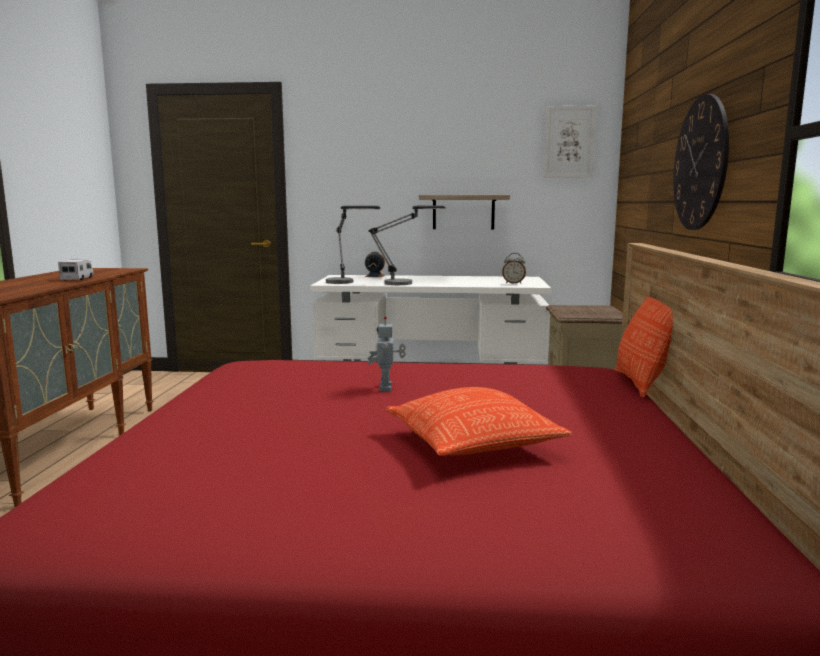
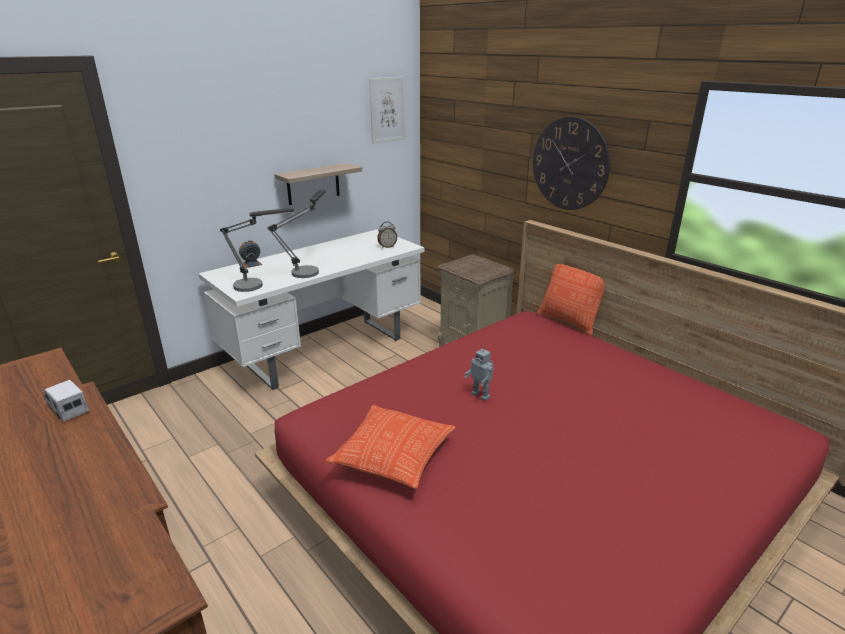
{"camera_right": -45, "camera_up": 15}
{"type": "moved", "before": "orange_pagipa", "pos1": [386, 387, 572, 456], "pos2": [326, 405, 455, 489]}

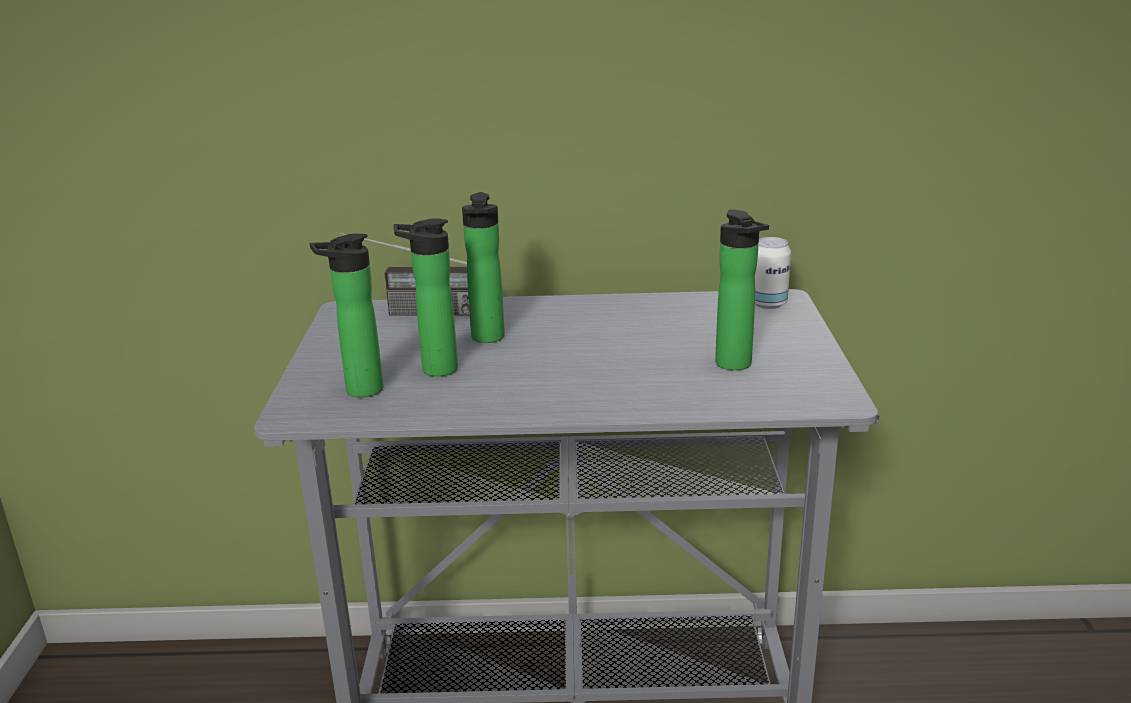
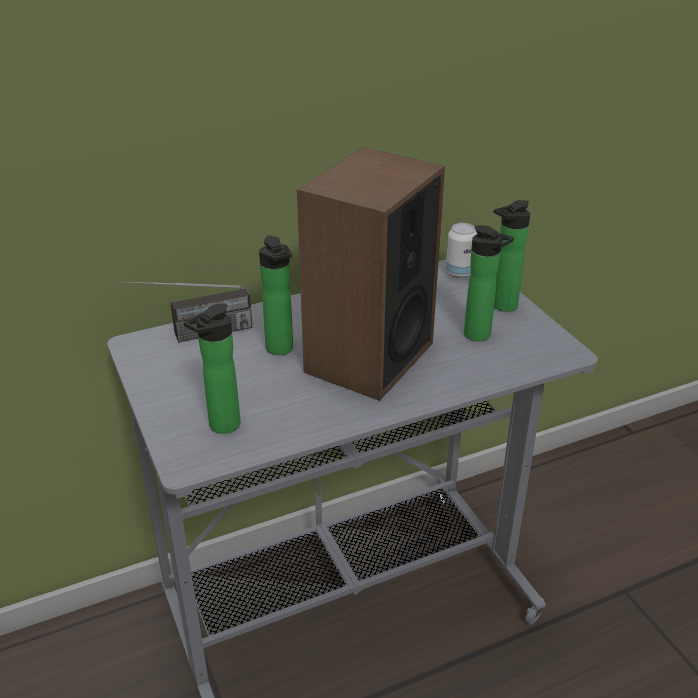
{"camera_right": -25, "camera_up": 10}
{"type": "moved", "before": "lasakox", "pos1": [393, 218, 458, 377], "pos2": [494, 200, 530, 312]}
{"type": "added", "after": "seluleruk", "pos2": [297, 147, 445, 401]}

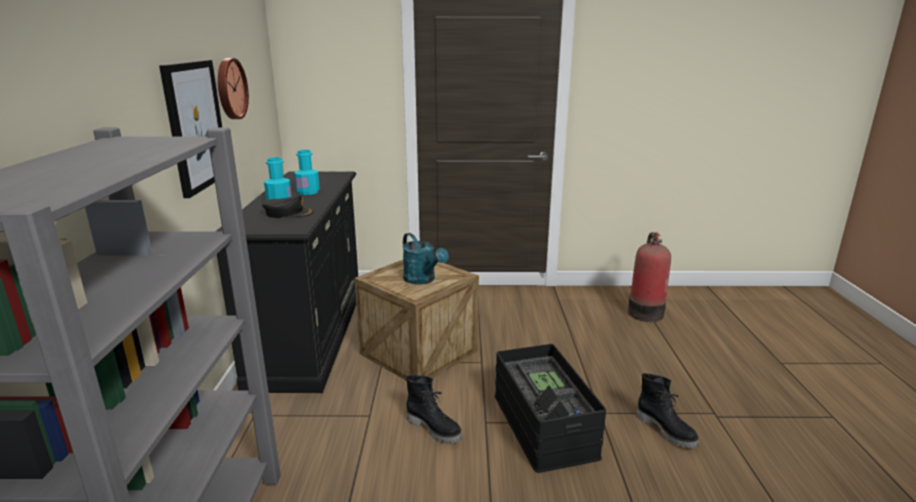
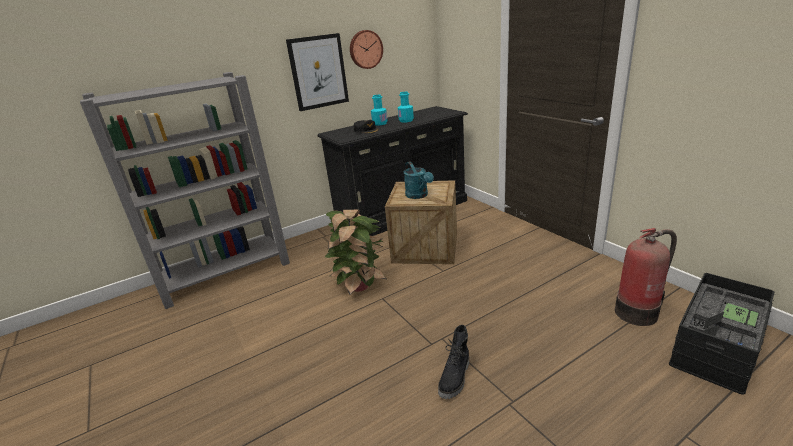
{"camera_right": 60, "camera_up": 5}
{"type": "turned", "before": "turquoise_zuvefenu", "pos1": [403, 233, 449, 285], "pos2": [404, 161, 434, 199], "turn": -45}
{"type": "replaced", "before": "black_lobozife", "after": "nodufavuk", "pos1": [406, 375, 462, 443], "pos2": [324, 210, 386, 295]}
{"type": "moved", "before": "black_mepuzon", "pos1": [495, 344, 606, 473], "pos2": [669, 273, 775, 395]}

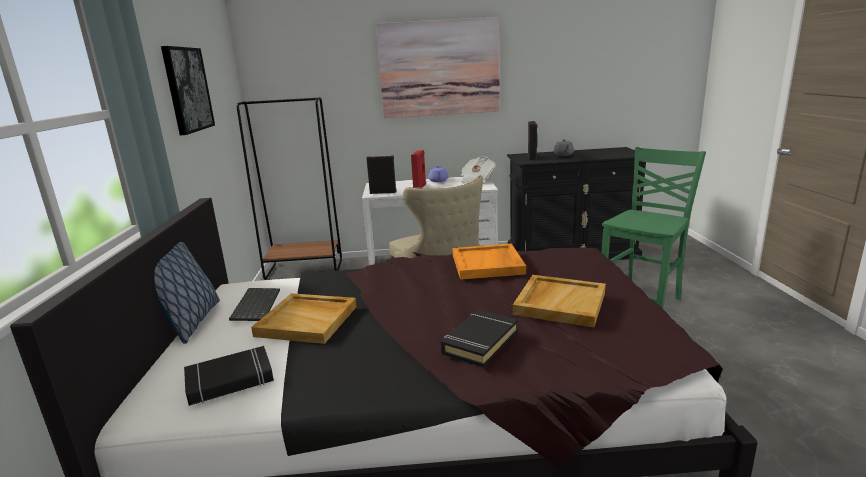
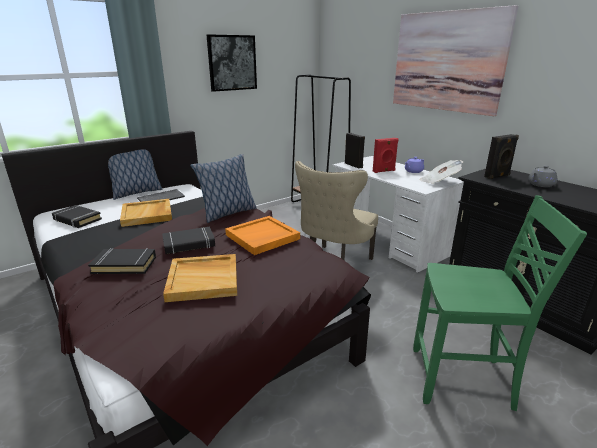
{"camera_right": 55, "camera_up": 5}
{"type": "added", "after": "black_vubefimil", "pos2": [162, 226, 215, 254]}
{"type": "added", "after": "pagipa", "pos2": [190, 154, 256, 223]}

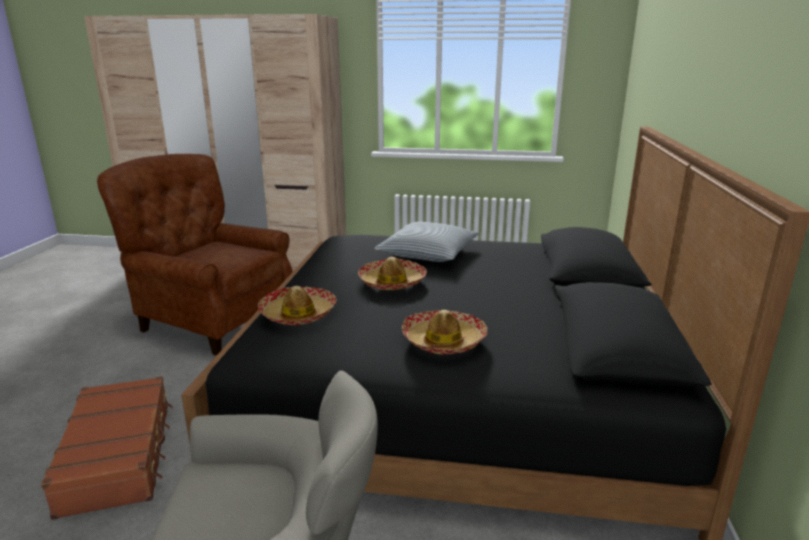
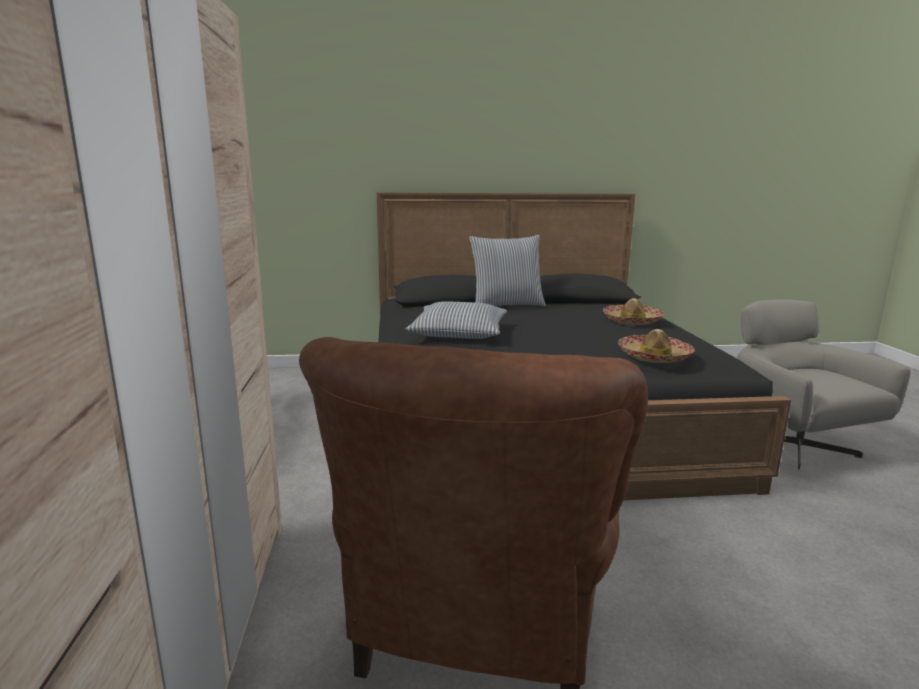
{"camera_right": -105, "camera_up": -5}
{"type": "removed", "before": "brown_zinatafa", "pos1": [41, 376, 173, 520]}
{"type": "removed", "before": "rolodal", "pos1": [358, 257, 427, 290]}
{"type": "added", "after": "pagipa", "pos2": [469, 235, 546, 306]}

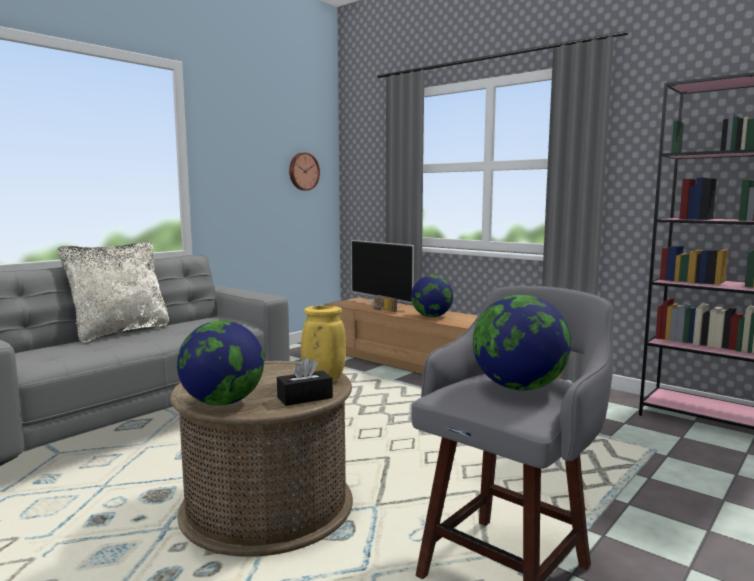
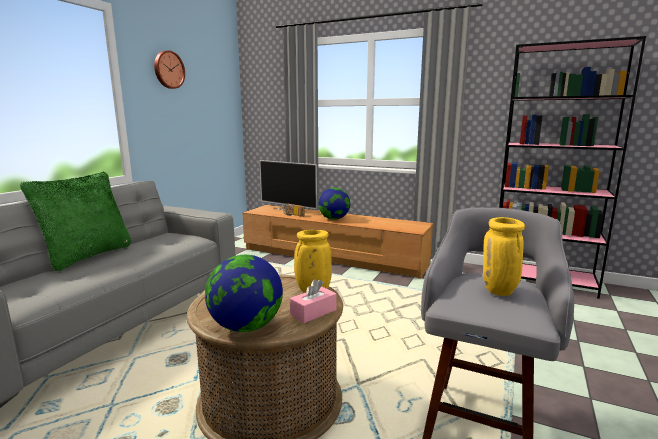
{"camera_right": -15, "camera_up": 5}
{"type": "recoloured", "before": "beige_pagipa", "after": "green_pagipa", "pos1": [57, 241, 169, 343], "pos2": [20, 172, 131, 272]}
{"type": "recoloured", "before": "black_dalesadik", "after": "pink_dalesadik", "pos1": [277, 357, 333, 406], "pos2": [290, 279, 336, 323]}
{"type": "moved", "before": "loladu", "pos1": [289, 152, 320, 191], "pos2": [154, 51, 185, 89]}
{"type": "replaced", "before": "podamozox", "after": "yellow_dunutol", "pos1": [473, 295, 571, 391], "pos2": [483, 217, 525, 296]}

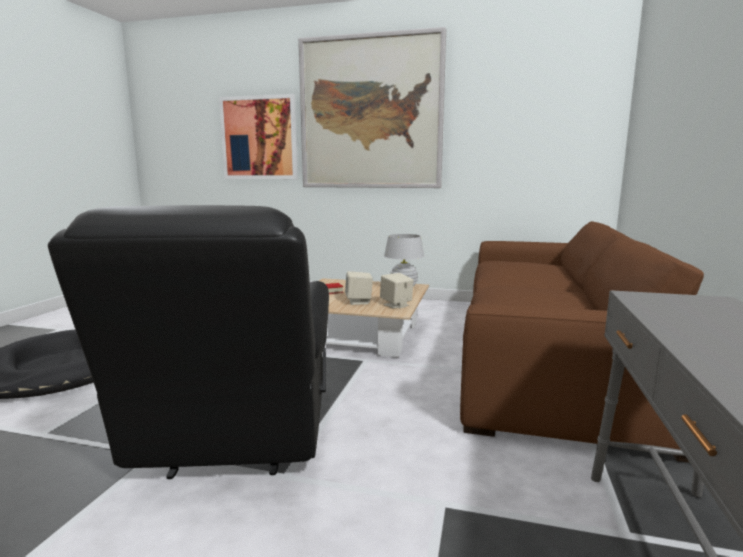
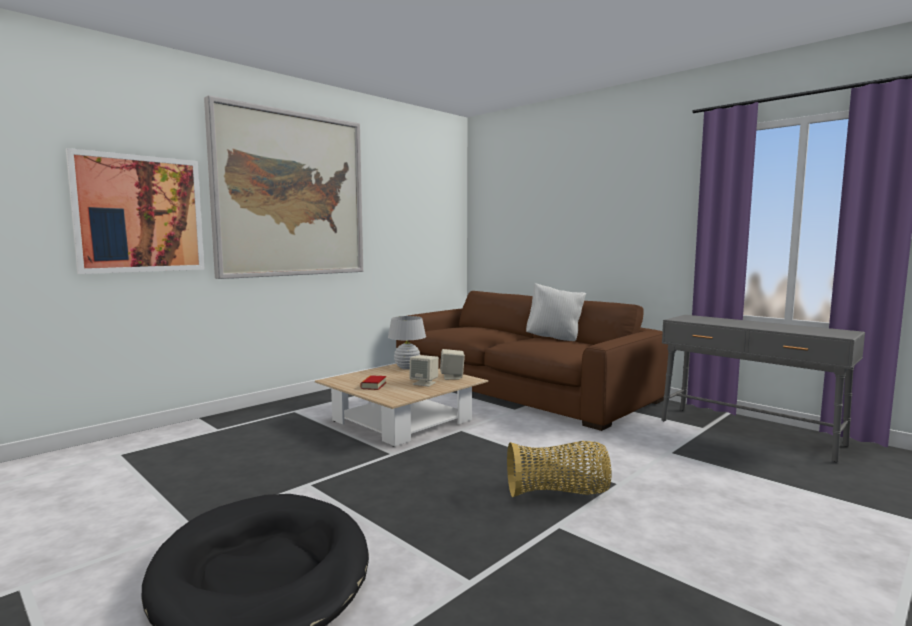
{"camera_right": -60, "camera_up": -5}
{"type": "replaced", "before": "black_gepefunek", "after": "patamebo", "pos1": [48, 205, 329, 479], "pos2": [507, 441, 611, 497]}
{"type": "added", "after": "white_pagipa", "pos2": [526, 283, 586, 341]}

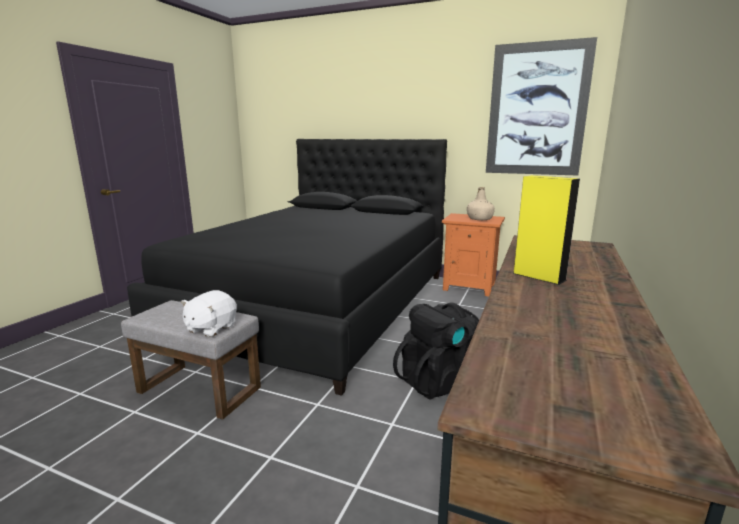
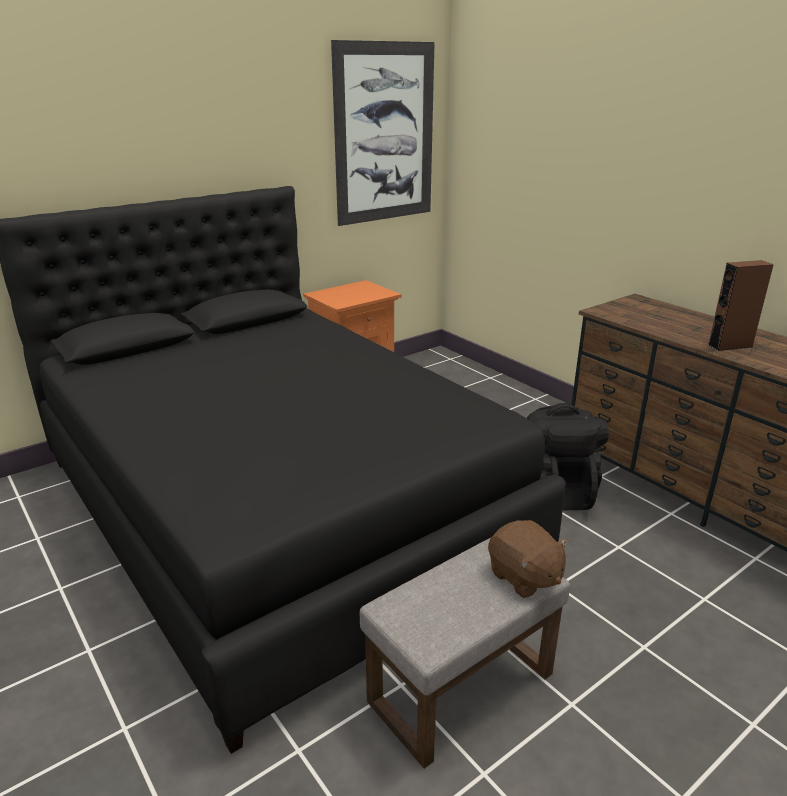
{"camera_right": -60, "camera_up": 10}
{"type": "recoloured", "before": "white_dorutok", "after": "brown_dorutok", "pos1": [181, 290, 237, 337], "pos2": [488, 520, 568, 598]}
{"type": "removed", "before": "beige_lasakox", "pos1": [467, 187, 495, 220]}
{"type": "recoloured", "before": "yellow_seluleruk", "after": "brown_seluleruk", "pos1": [513, 175, 580, 285], "pos2": [708, 260, 774, 351]}

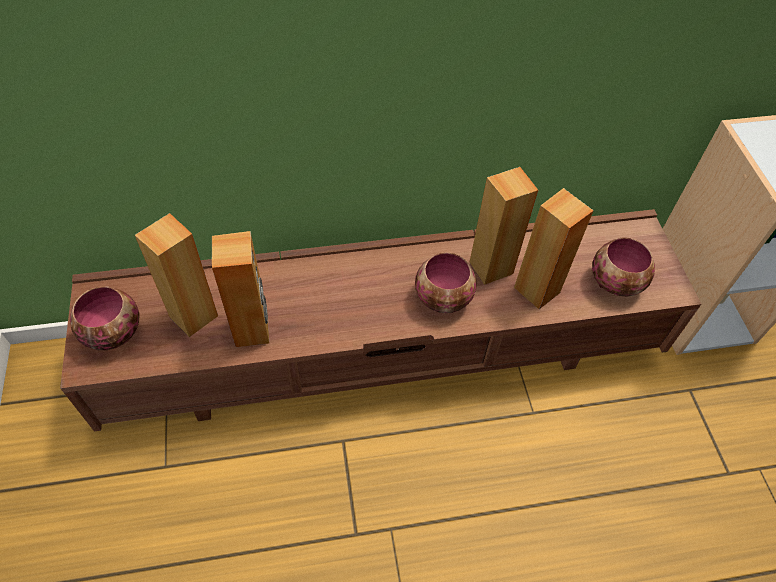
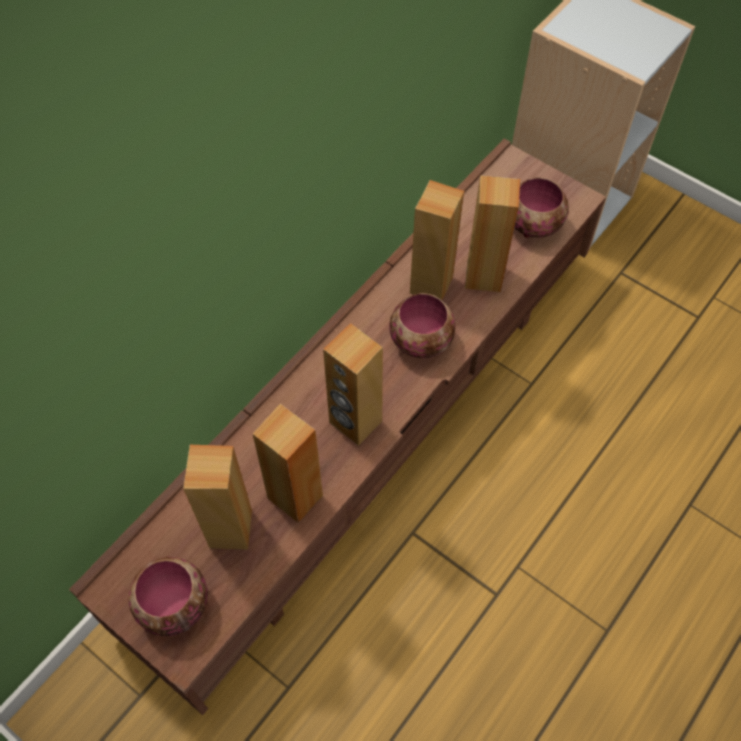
{"camera_right": -40, "camera_up": 5}
{"type": "added", "after": "brown_seluleruk", "pos2": [323, 323, 383, 446]}

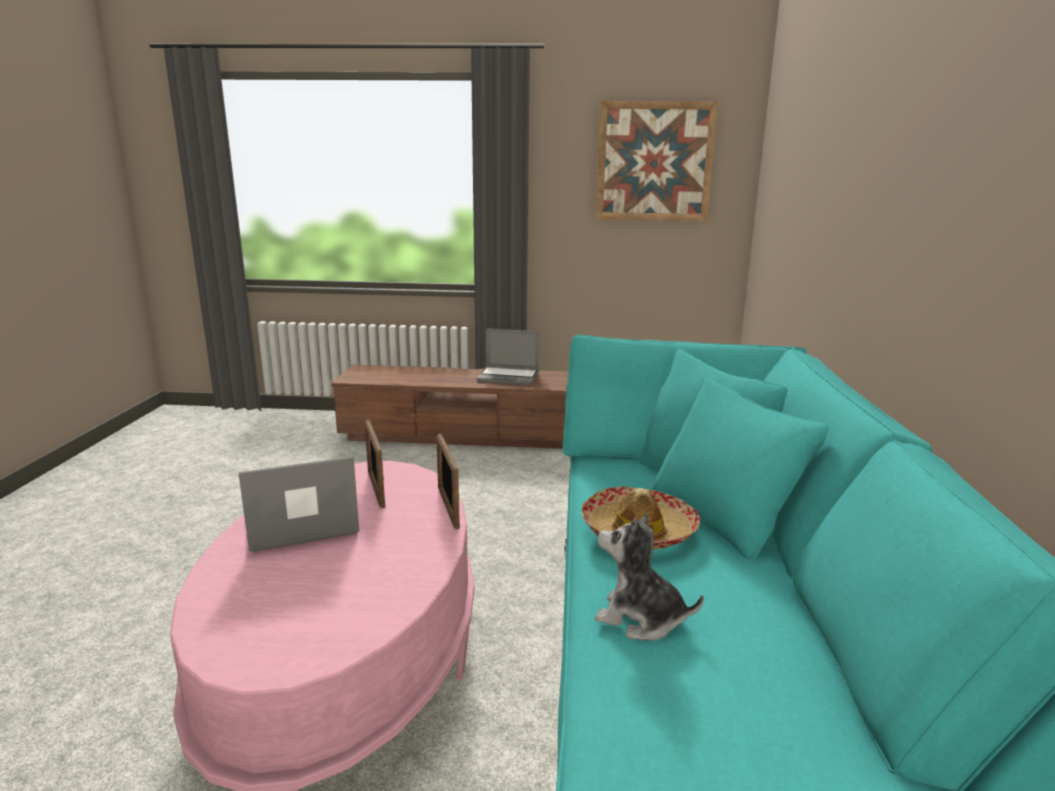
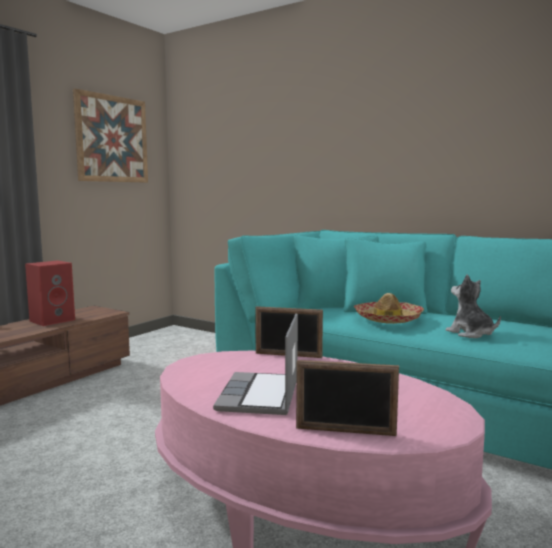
{"camera_right": -60, "camera_up": -10}
{"type": "moved", "before": "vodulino", "pos1": [365, 420, 385, 508], "pos2": [296, 360, 399, 436]}
{"type": "replaced", "before": "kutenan", "after": "red_seluleruk", "pos1": [476, 328, 539, 385], "pos2": [25, 260, 75, 326]}
{"type": "turned", "before": "dorutok", "pos1": [595, 513, 704, 641], "pos2": [446, 274, 501, 338], "turn": 90}

